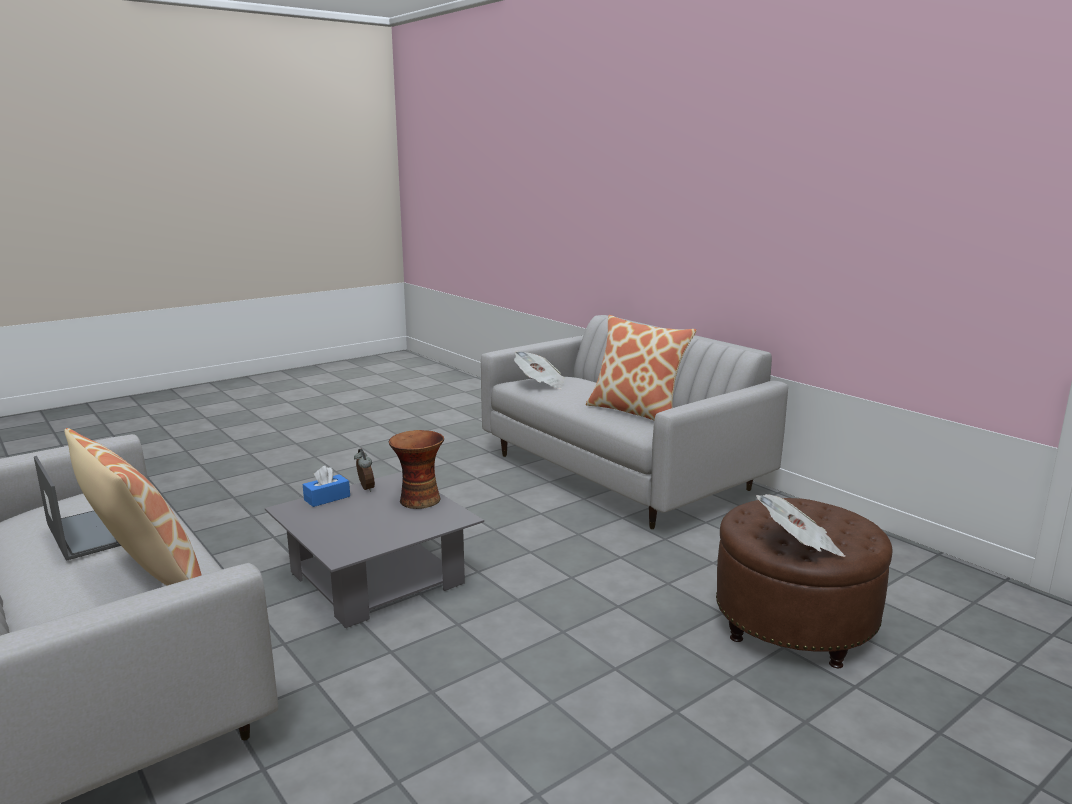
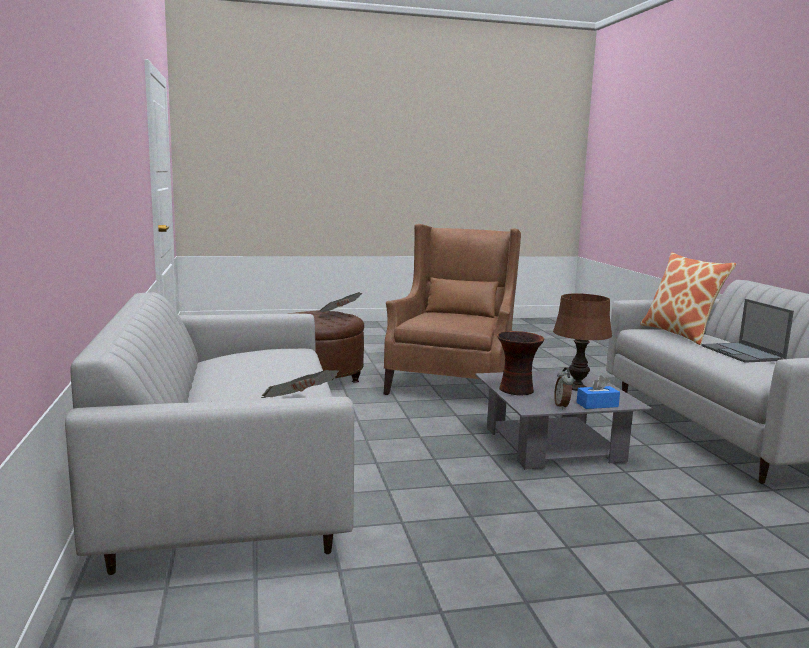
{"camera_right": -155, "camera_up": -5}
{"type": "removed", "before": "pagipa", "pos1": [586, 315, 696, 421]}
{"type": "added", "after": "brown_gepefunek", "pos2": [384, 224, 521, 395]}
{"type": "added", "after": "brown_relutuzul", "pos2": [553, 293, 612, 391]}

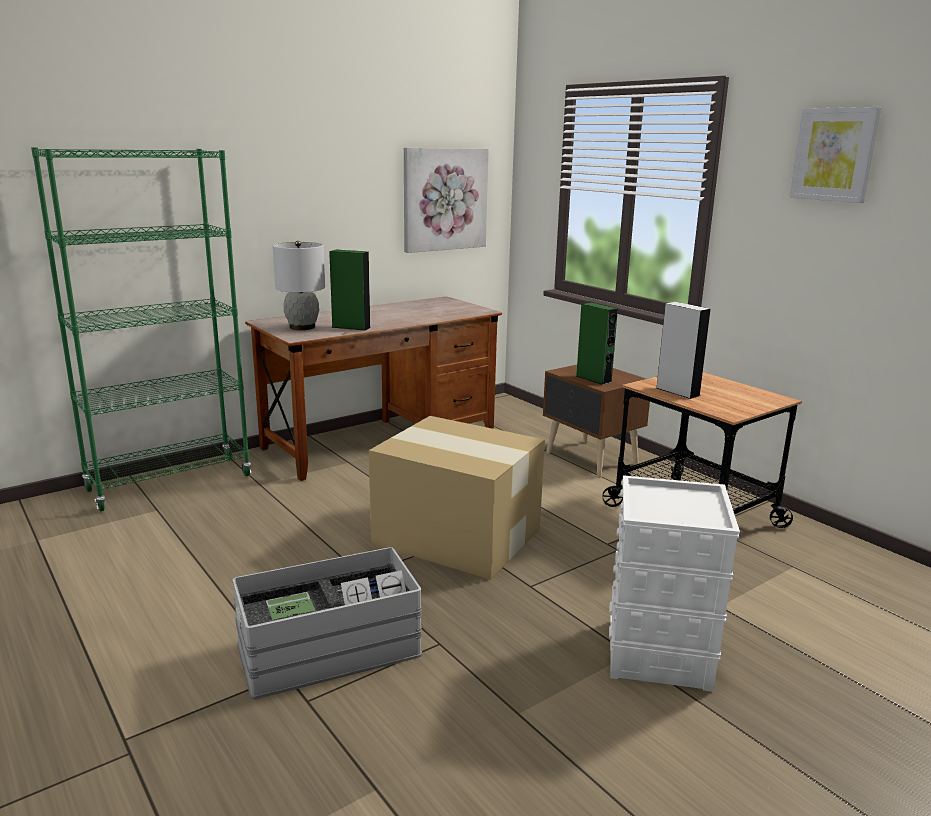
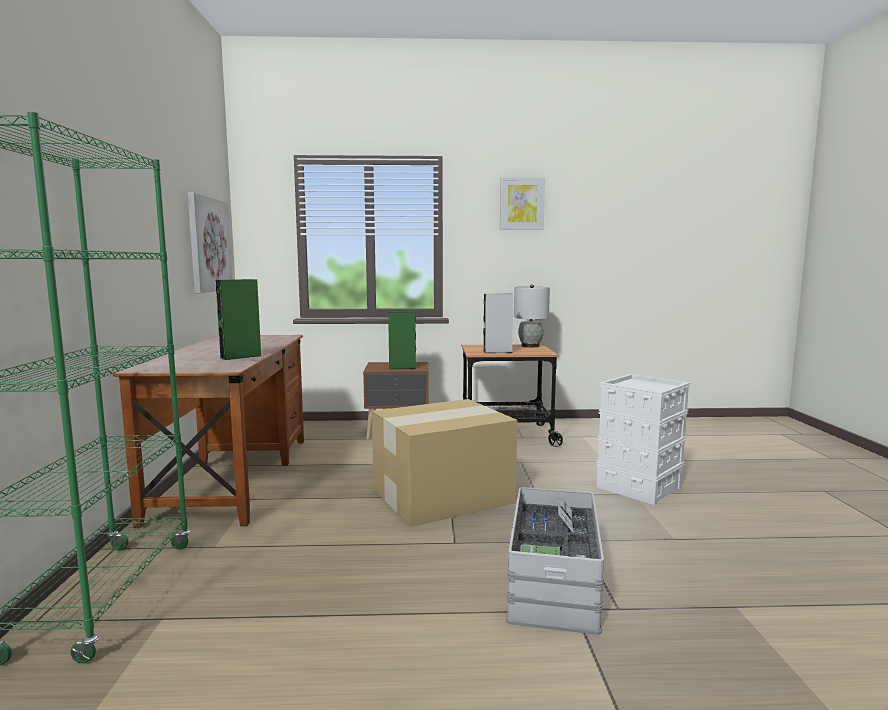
{"camera_right": -55, "camera_up": -10}
{"type": "moved", "before": "white_relutuzul", "pos1": [273, 241, 325, 330], "pos2": [514, 284, 550, 347]}

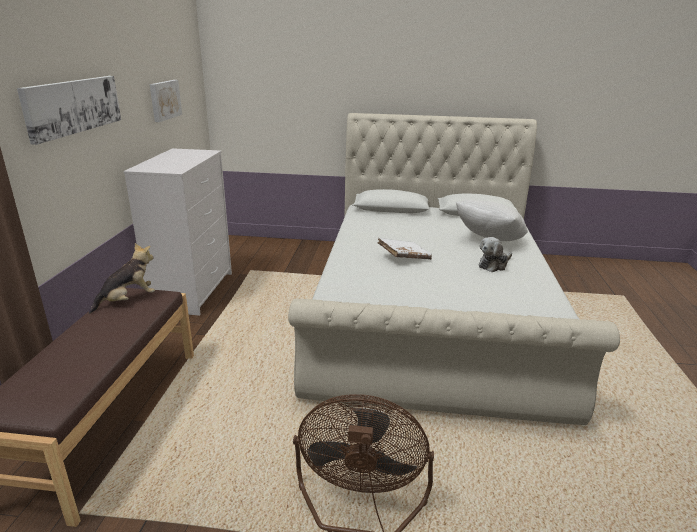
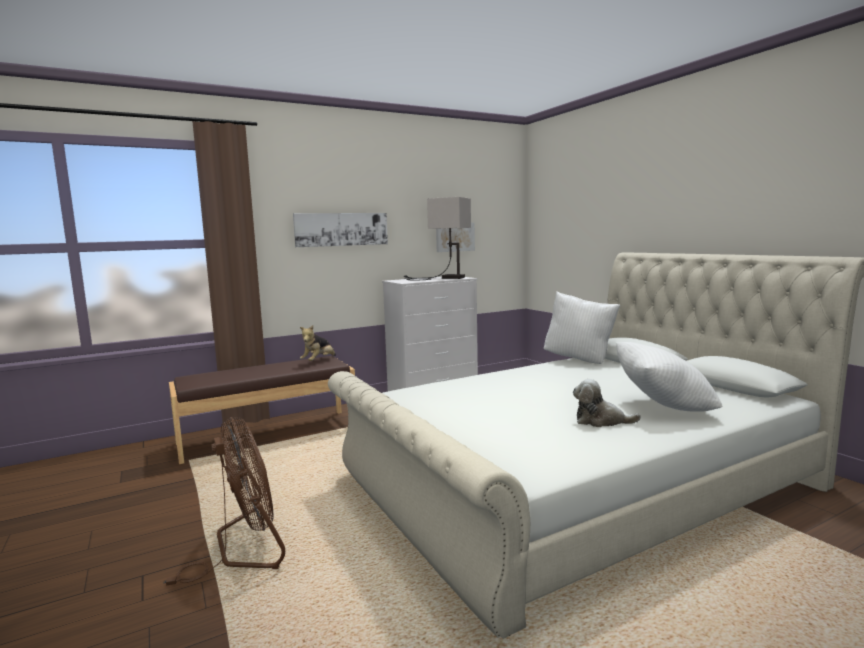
{"camera_right": 55, "camera_up": -15}
{"type": "turned", "before": "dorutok", "pos1": [89, 243, 155, 314], "pos2": [300, 325, 336, 361], "turn": 105}
{"type": "removed", "before": "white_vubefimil", "pos1": [378, 238, 432, 260]}
{"type": "added", "after": "relutuzul", "pos2": [404, 197, 471, 281]}
{"type": "added", "after": "white_pagipa", "pos2": [544, 291, 620, 364]}

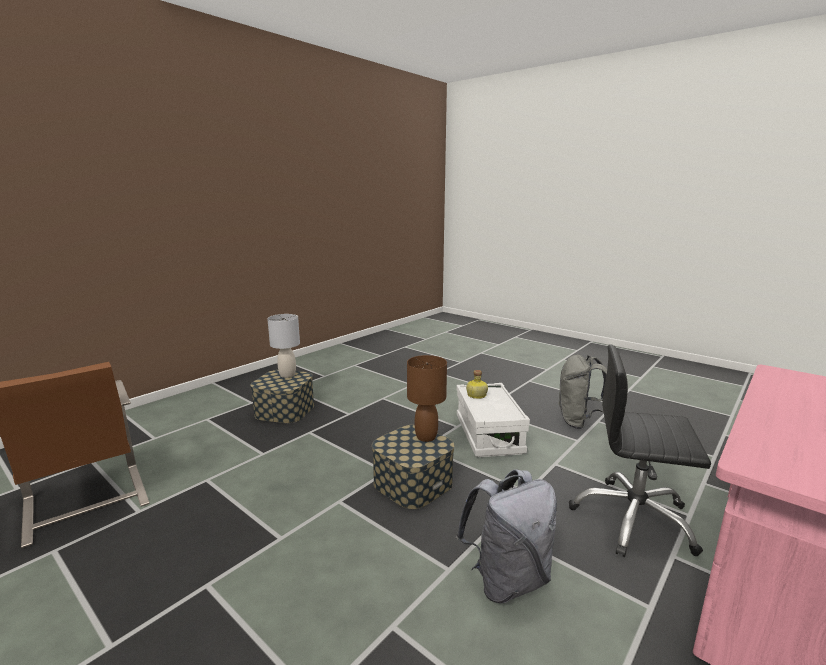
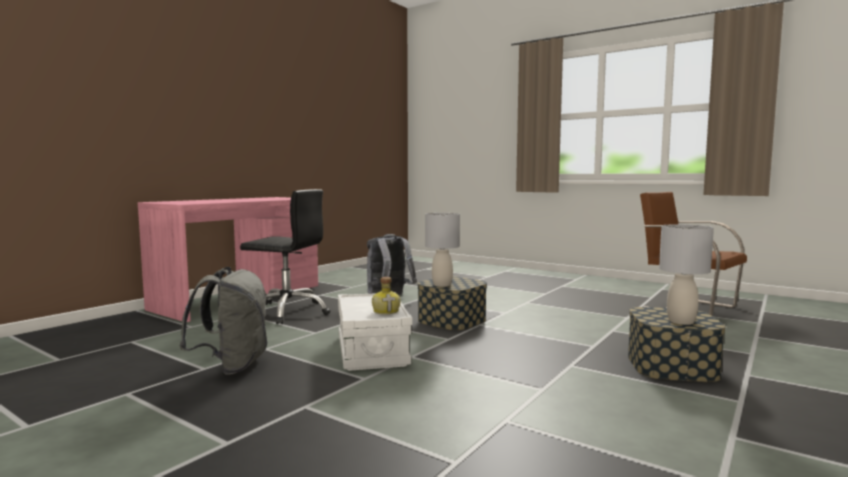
{"camera_right": 175, "camera_up": -10}
{"type": "recoloured", "before": "brown_relutuzul", "after": "grey_relutuzul", "pos1": [407, 355, 447, 442], "pos2": [425, 213, 460, 287]}

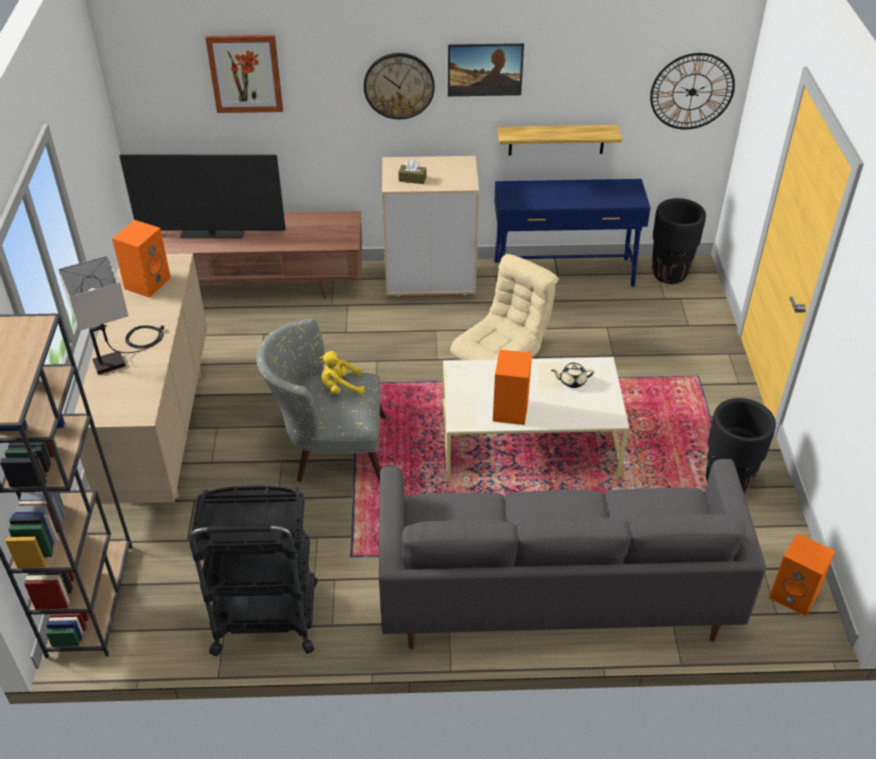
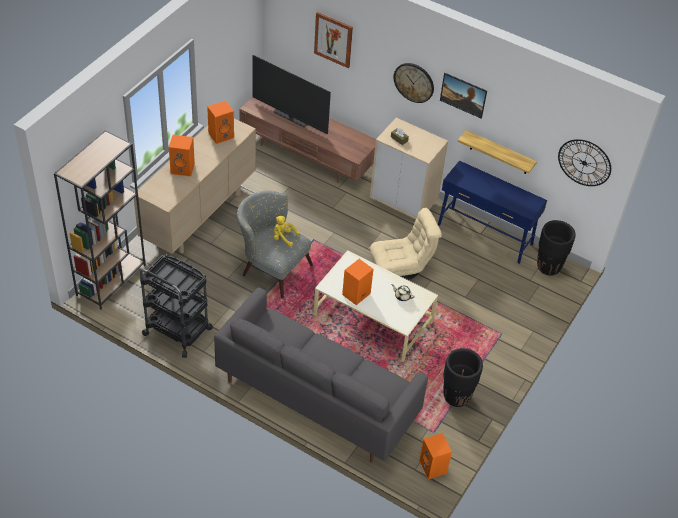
{"camera_right": 30, "camera_up": 5}
{"type": "replaced", "before": "relutuzul", "after": "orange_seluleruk", "pos1": [58, 256, 164, 375], "pos2": [169, 135, 195, 177]}

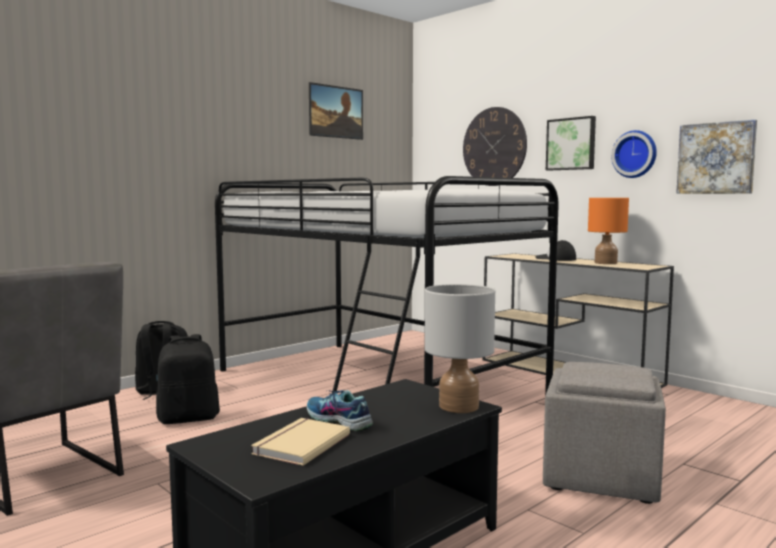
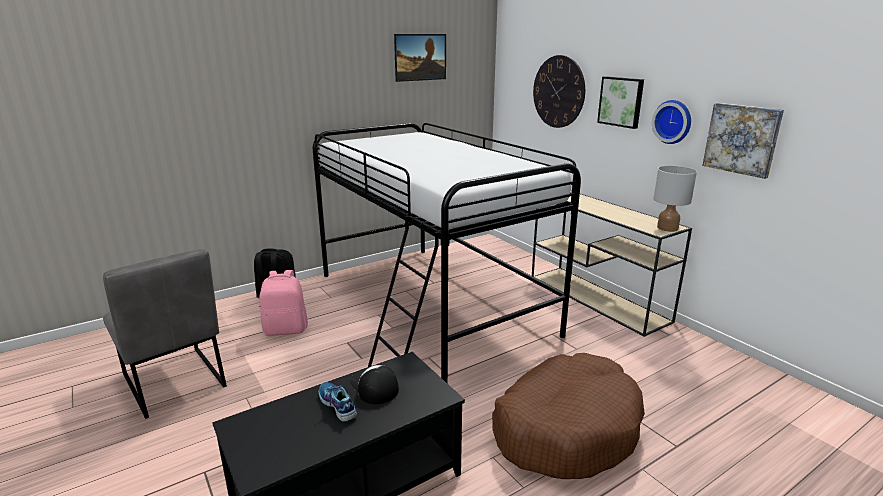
{"camera_right": 10, "camera_up": 15}
{"type": "recoloured", "before": "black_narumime", "after": "pink_narumime", "pos1": [156, 334, 220, 424], "pos2": [259, 270, 308, 336]}
{"type": "removed", "before": "beige_vubefimil", "pos1": [251, 418, 350, 466]}
{"type": "moved", "before": "grey_relutuzul", "pos1": [425, 284, 495, 413], "pos2": [654, 166, 697, 232]}
{"type": "moved", "before": "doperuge", "pos1": [535, 240, 576, 261], "pos2": [350, 365, 399, 404]}
{"type": "replaced", "before": "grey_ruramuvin", "after": "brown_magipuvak", "pos1": [543, 362, 666, 504], "pos2": [492, 353, 645, 479]}
{"type": "removed", "before": "orange_relutuzul", "pos1": [588, 198, 629, 264]}

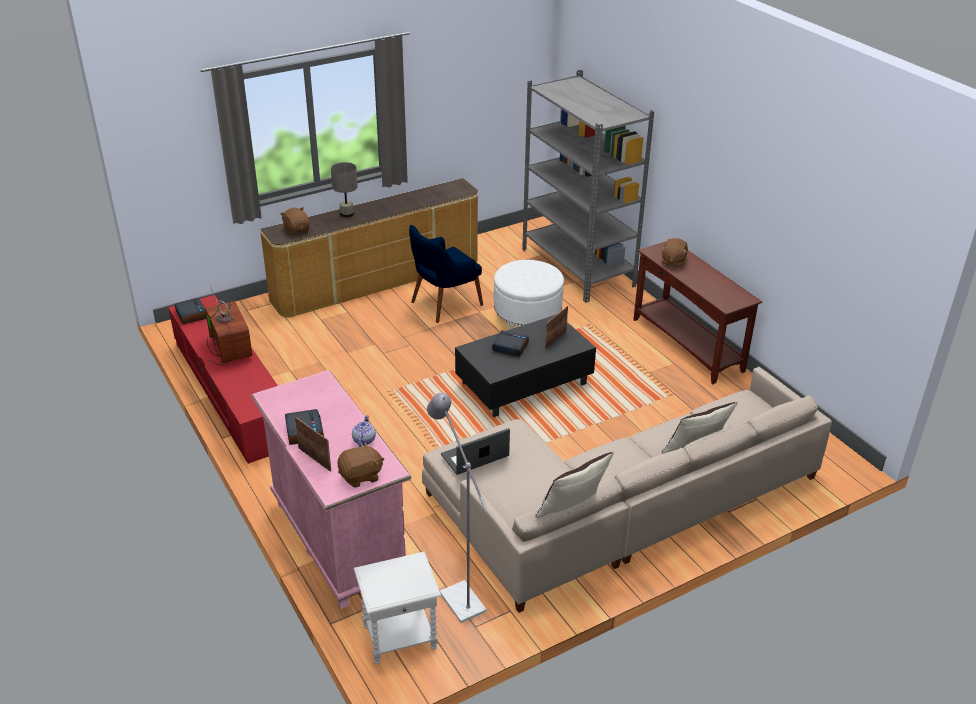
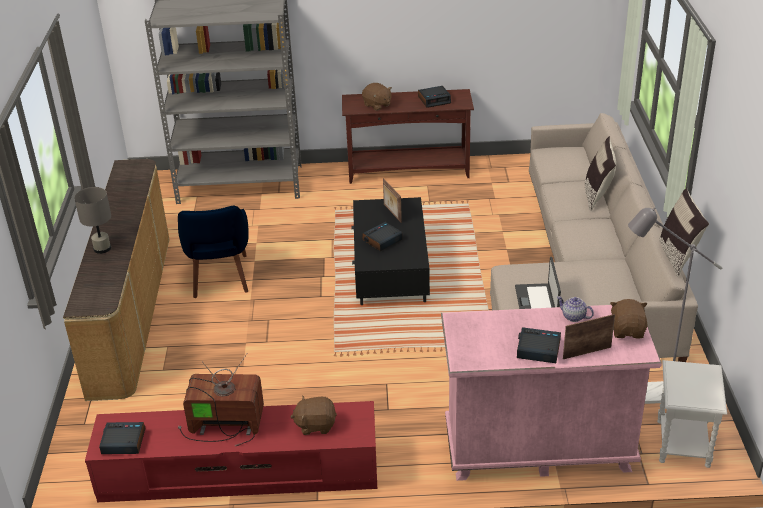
{"camera_right": -60, "camera_up": 0}
{"type": "moved", "before": "brown_dorutok", "pos1": [280, 207, 310, 235], "pos2": [290, 395, 337, 435]}
{"type": "removed", "before": "white_ruramuvin", "pos1": [494, 260, 564, 330]}
{"type": "added", "after": "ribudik", "pos2": [418, 86, 451, 108]}

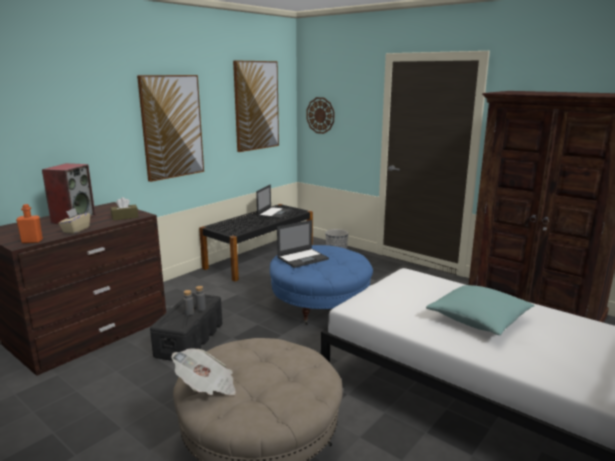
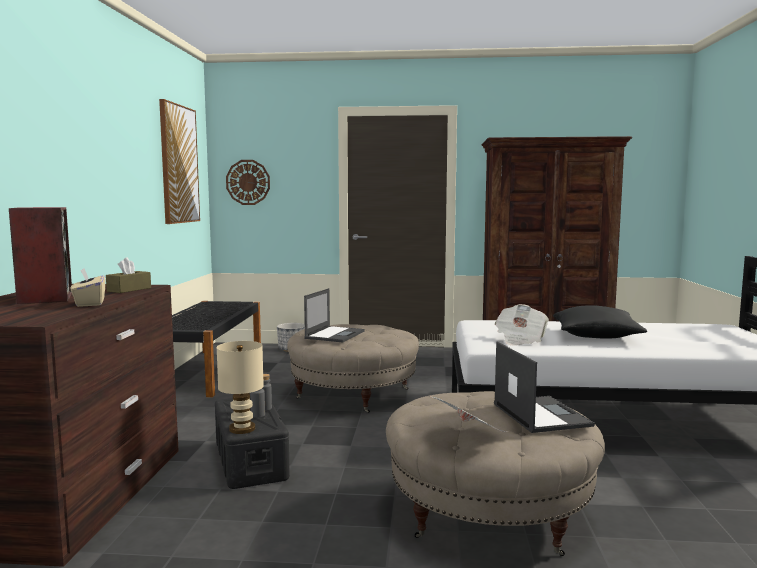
{"camera_right": -35, "camera_up": -10}
{"type": "removed", "before": "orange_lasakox", "pos1": [16, 204, 43, 243]}
{"type": "removed", "before": "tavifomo", "pos1": [137, 75, 204, 182]}
{"type": "moved", "before": "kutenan", "pos1": [256, 184, 292, 219], "pos2": [494, 342, 595, 433]}
{"type": "recoloured", "before": "blue_ruramuvin", "after": "beige_ruramuvin", "pos1": [270, 245, 373, 325], "pos2": [287, 324, 419, 413]}
{"type": "recoloured", "before": "turquoise_pagipa", "after": "black_pagipa", "pos1": [426, 285, 535, 335], "pos2": [553, 305, 647, 338]}
{"type": "added", "after": "beige_relutuzul", "pos2": [216, 341, 264, 434]}
{"type": "added", "after": "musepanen", "pos2": [495, 304, 549, 346]}

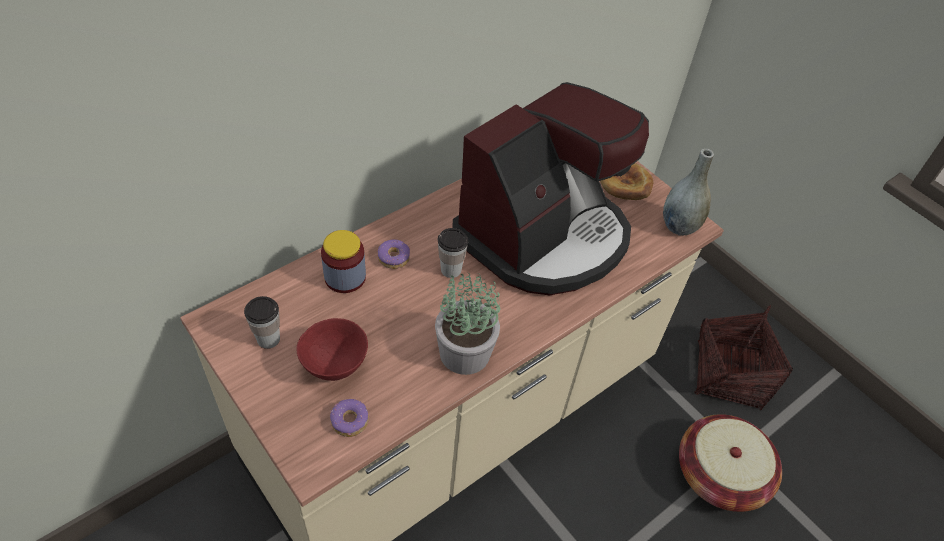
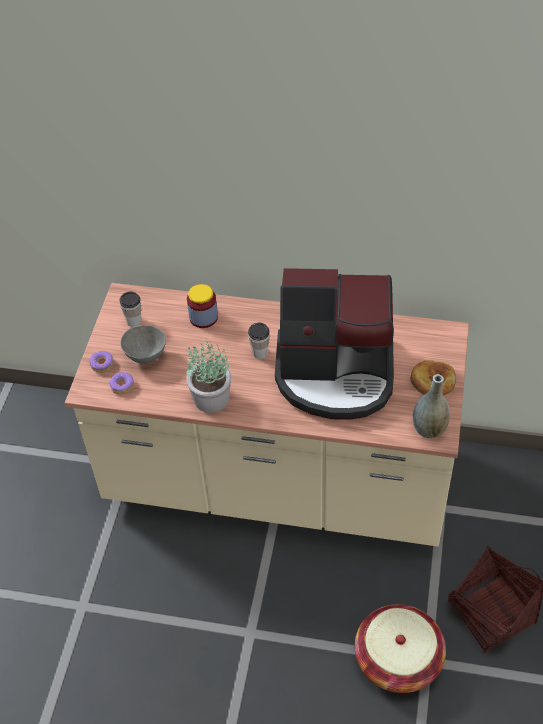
{"camera_right": 55, "camera_up": 0}
{"type": "recoloured", "before": "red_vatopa", "after": "grey_vatopa", "pos1": [296, 318, 368, 381], "pos2": [120, 325, 166, 364]}
{"type": "moved", "before": "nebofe", "pos1": [378, 239, 410, 269], "pos2": [89, 351, 114, 373]}

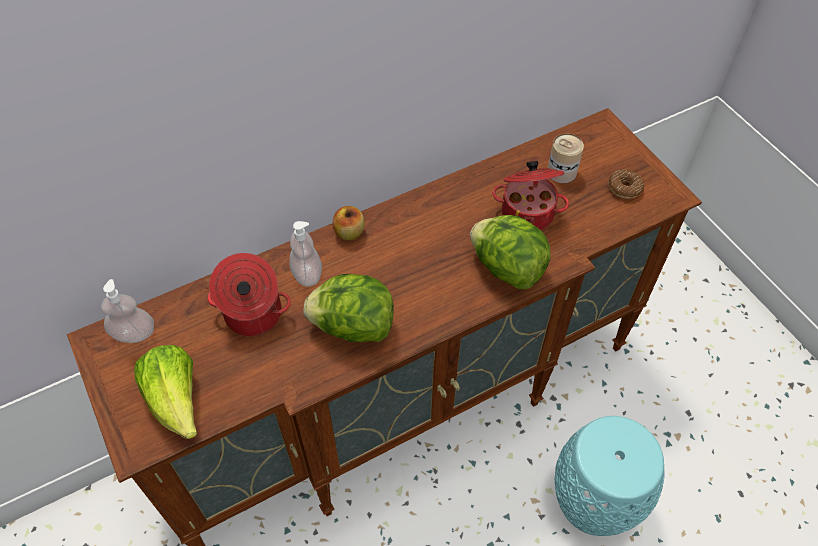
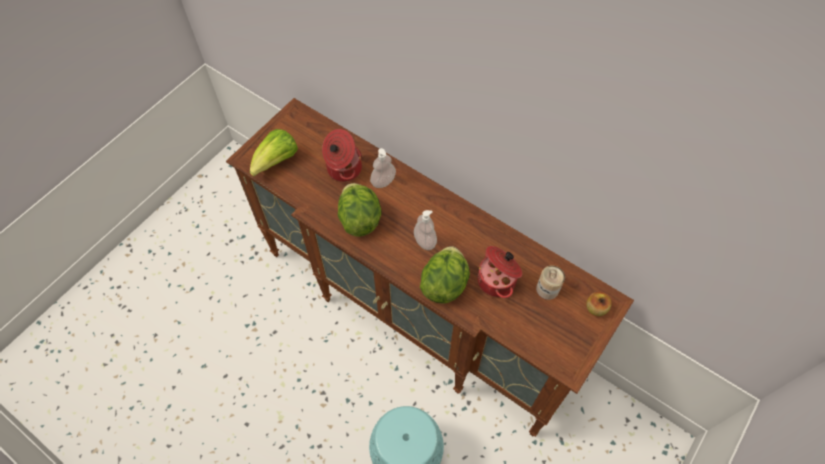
{"camera_right": 65, "camera_up": 5}
{"type": "moved", "before": "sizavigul", "pos1": [101, 279, 154, 343], "pos2": [414, 210, 437, 250]}
{"type": "moved", "before": "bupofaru", "pos1": [333, 206, 365, 240], "pos2": [586, 292, 611, 316]}
{"type": "removed", "before": "nebofe", "pos1": [609, 169, 644, 199]}

